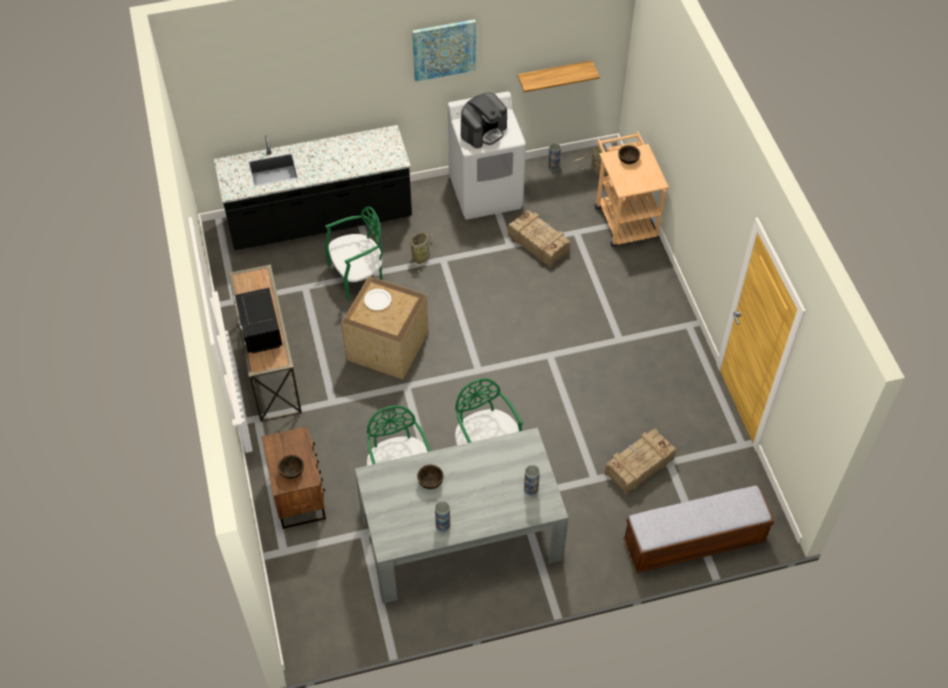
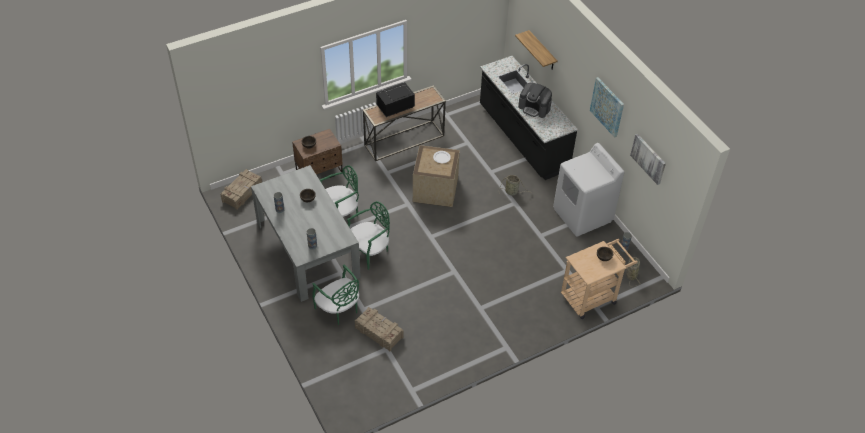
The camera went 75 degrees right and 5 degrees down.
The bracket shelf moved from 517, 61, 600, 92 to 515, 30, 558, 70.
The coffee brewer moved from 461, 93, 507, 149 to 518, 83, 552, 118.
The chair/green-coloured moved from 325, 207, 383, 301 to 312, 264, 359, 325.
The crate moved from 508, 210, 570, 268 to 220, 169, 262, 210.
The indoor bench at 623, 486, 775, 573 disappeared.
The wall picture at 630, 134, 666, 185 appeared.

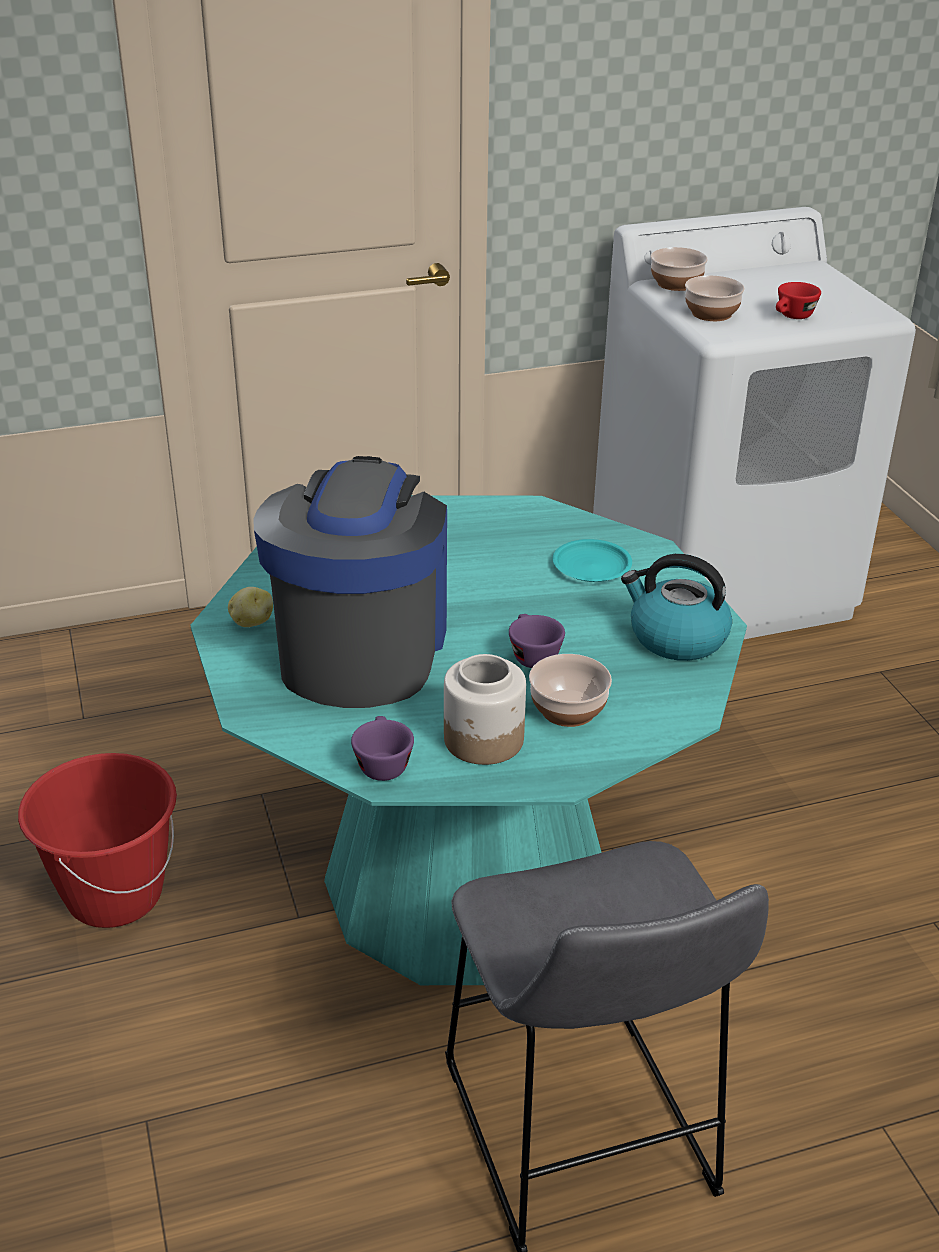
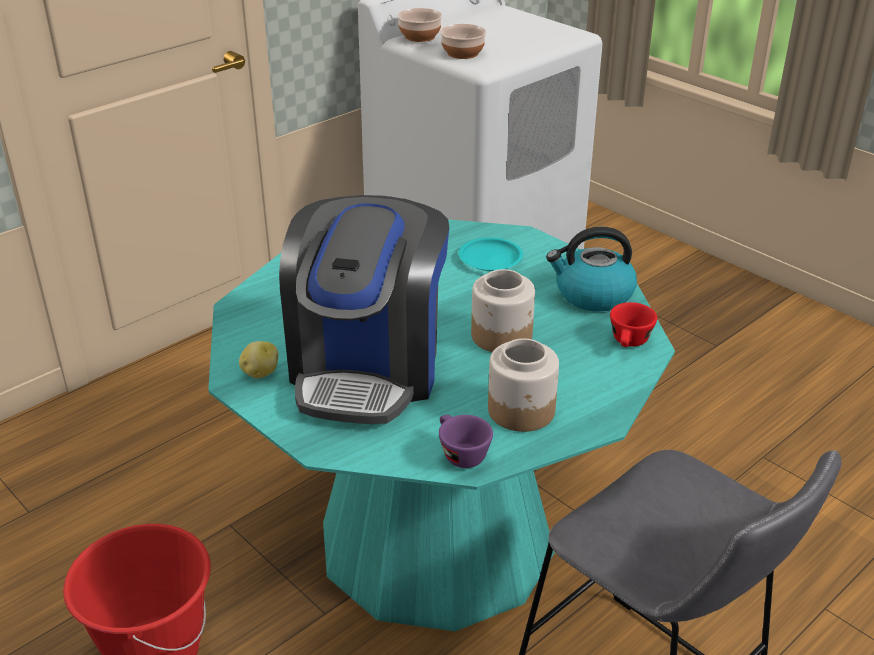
The camera went 25 degrees left and 0 degrees up.
The cup/red moved from 776, 282, 821, 319 to 610, 302, 657, 347.
The coffee brewer at 253, 456, 447, 708 turned 150 degrees counterclockwise.
The cup/purple-coloured at 509, 614, 565, 668 was replaced by the storage jar at 471, 269, 535, 352.
The bowl at 529, 654, 612, 727 disappeared.

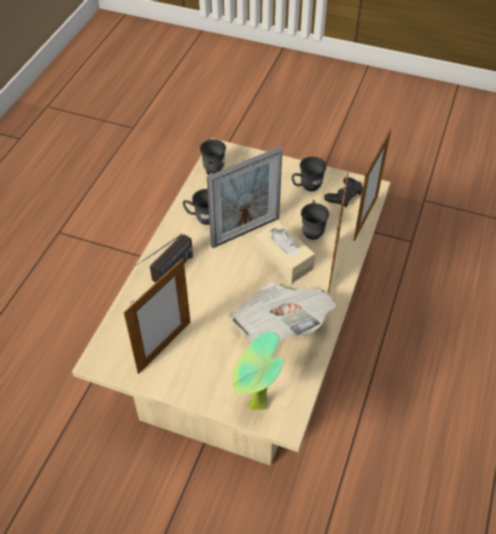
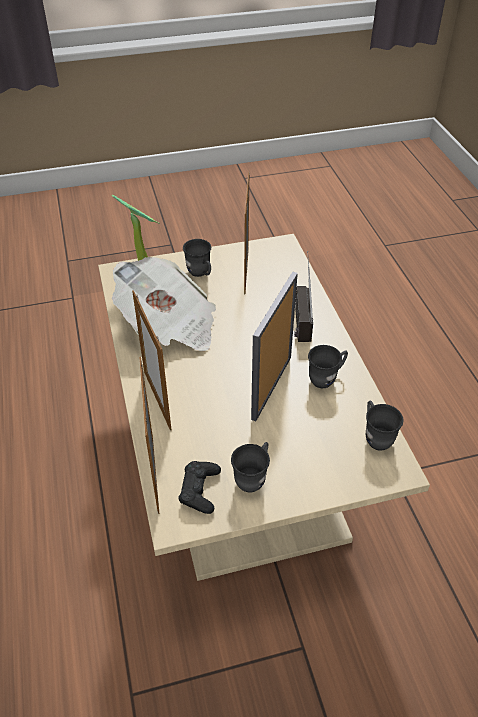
The camera went 145 degrees right and 5 degrees down.
The mug/greyish moved from 301, 200, 329, 240 to 183, 239, 211, 277.
The box of tissues/beige-coloured at 256, 221, 315, 284 disappeared.

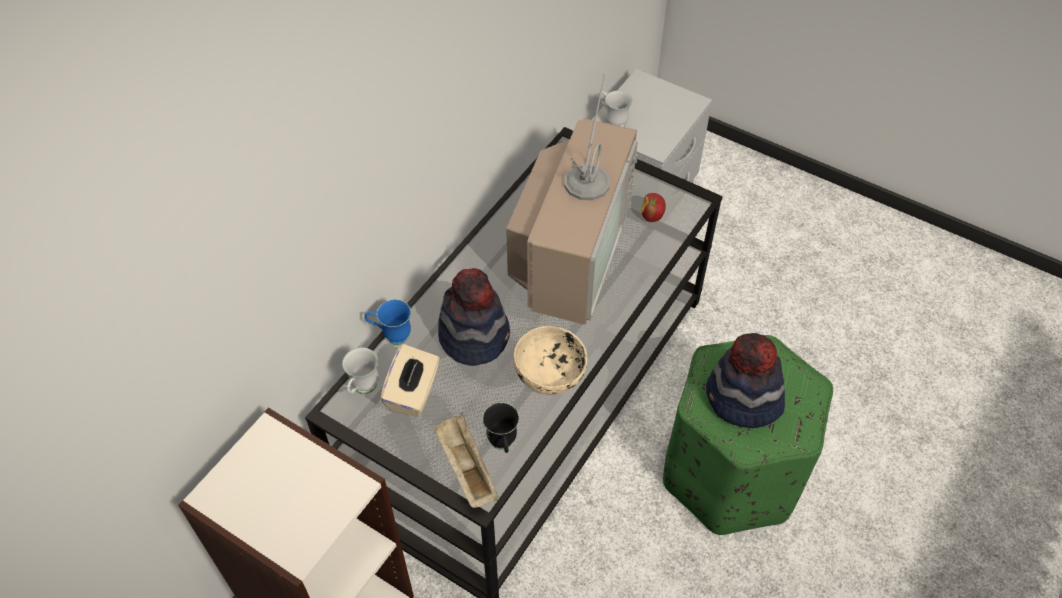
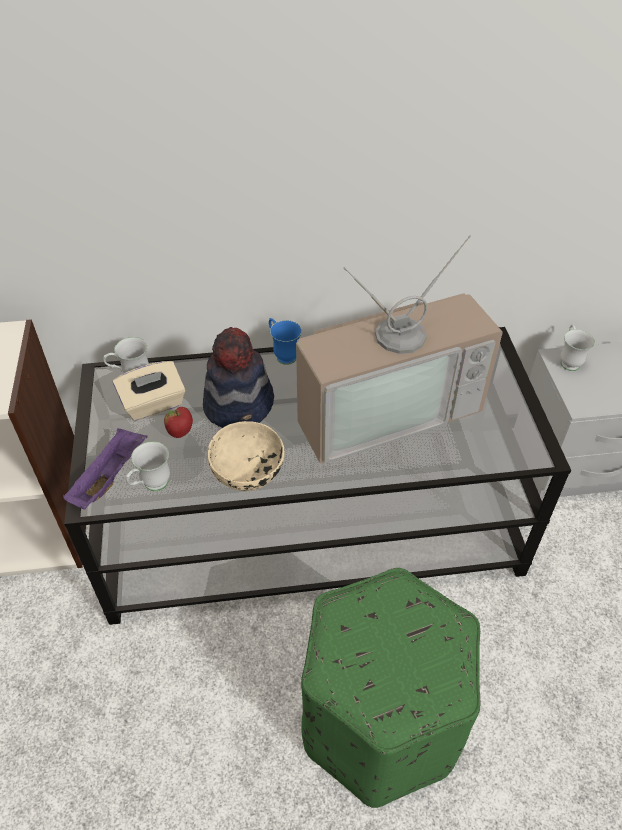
The camera went 50 degrees right and 5 degrees down.
The apple moved from 641, 193, 666, 222 to 164, 407, 193, 438.
The mug/bluish moved from 364, 299, 411, 345 to 269, 318, 302, 365.
The clothing hat at 706, 333, 785, 428 disappeared.
The mug/black at 482, 402, 519, 453 became the mug/whitish at 126, 441, 170, 491.
The serving tray/beige-coloured at 434, 413, 499, 508 became the serving tray/purple-coloured at 63, 428, 148, 510.

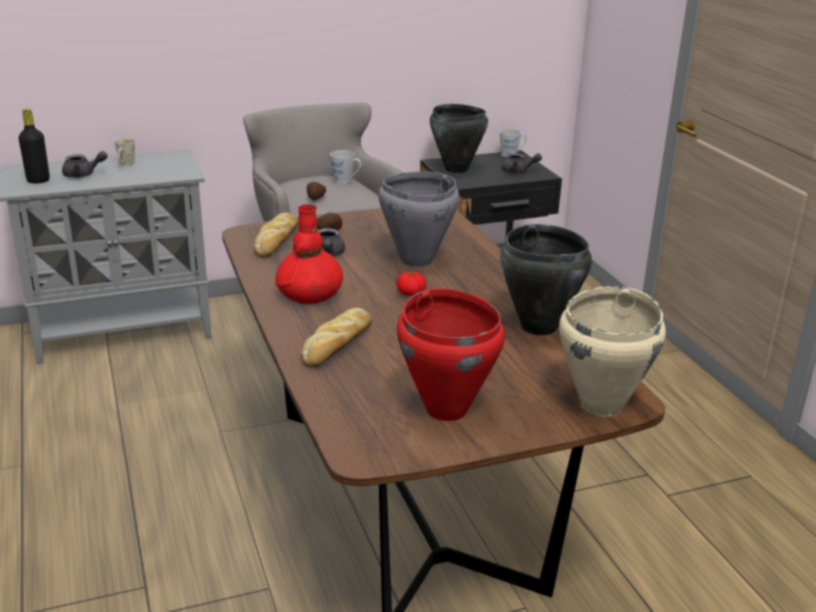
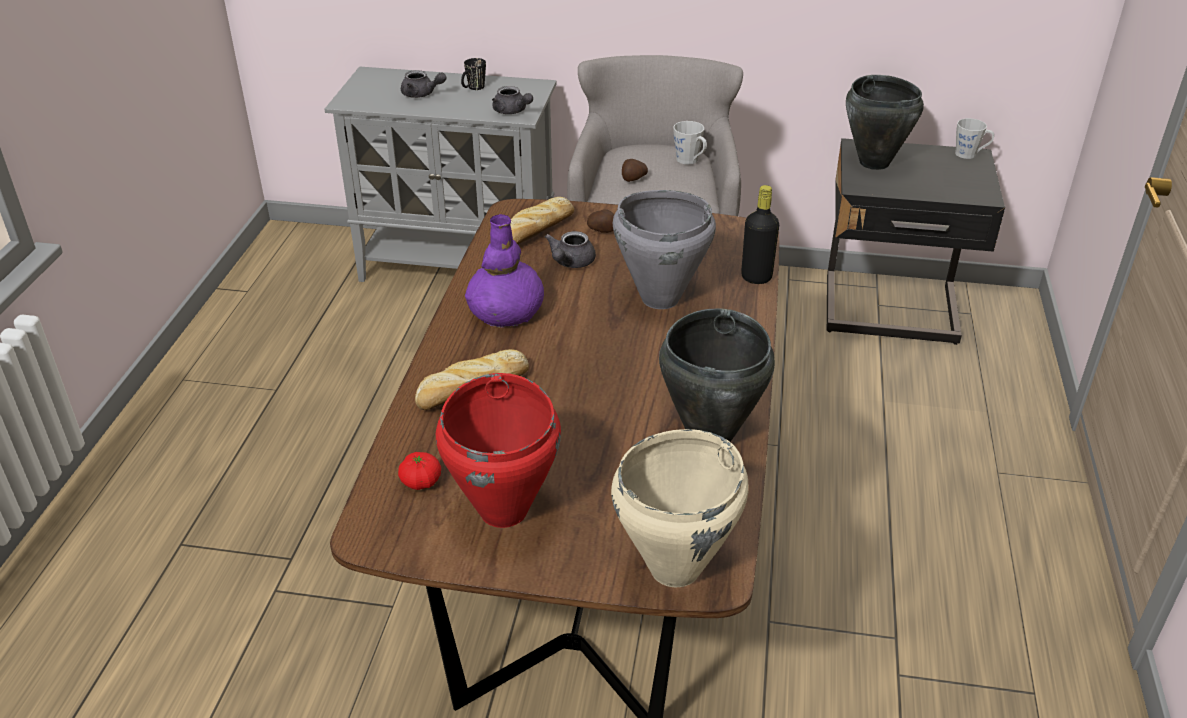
The camera went 30 degrees right and 10 degrees up.
The drink bottle/black moved from 18, 109, 50, 183 to 741, 185, 779, 284.
The mug/whitish at 115, 138, 135, 165 became the mug/black at 461, 58, 486, 90.
The teapot/greyish moved from 502, 153, 542, 173 to 492, 86, 533, 114.
The vase/red at 275, 205, 343, 305 became the vase/purple-coloured at 465, 214, 544, 327.
The tomato moved from 396, 272, 426, 296 to 398, 452, 441, 490.

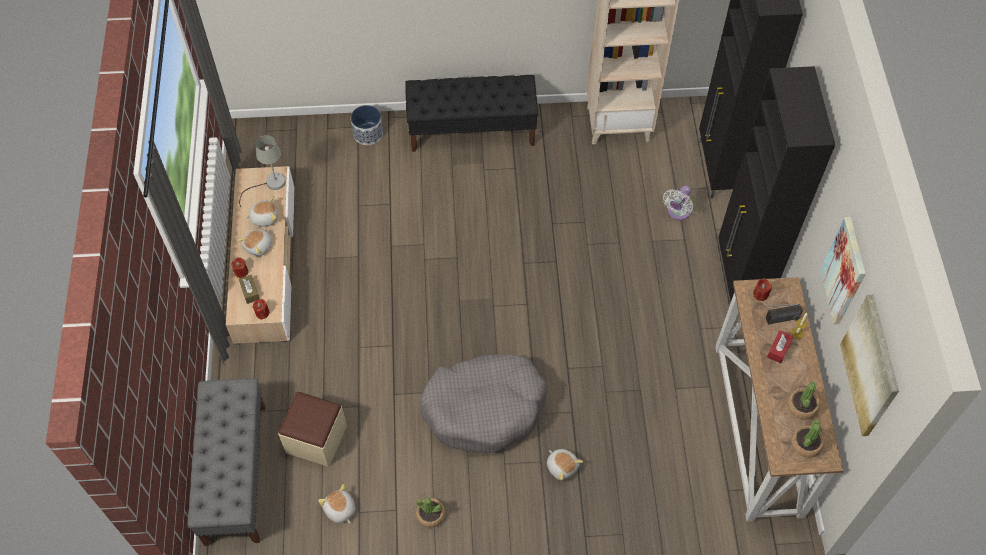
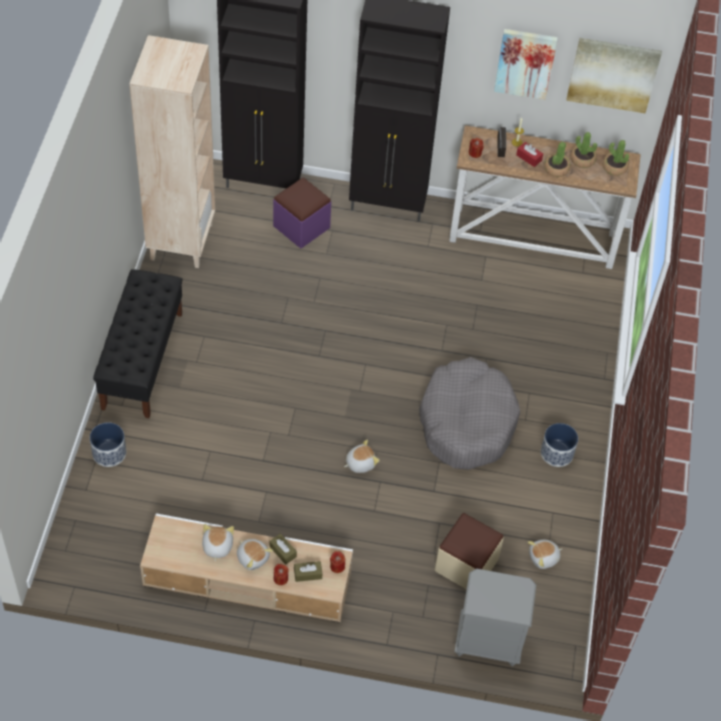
The camera went 80 degrees left and 5 degrees down.
The tabletop lamp/greyish at 239, 135, 286, 207 disappeared.
The electric fan/whitish at 663, 185, 693, 220 was replaced by the footrest/purple-coloured at 273, 178, 331, 248.
The indoor bench/greyish at 188, 378, 265, 546 was replaced by the bedside table/greyish at 454, 568, 536, 666.
The cuddly toy moved from 547, 449, 583, 480 to 344, 440, 380, 473.
The plant in a pot moved from 416, 497, 445, 528 to 544, 142, 570, 177.
The plant pot at 541, 423, 578, 467 appeared.
The box of tissues/brownish at 269, 533, 297, 565 appeared.

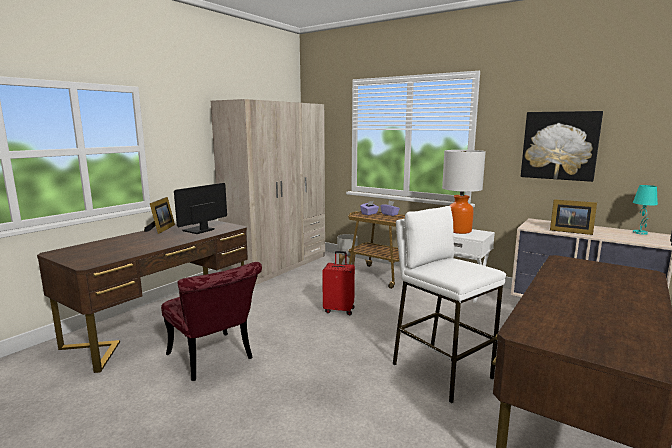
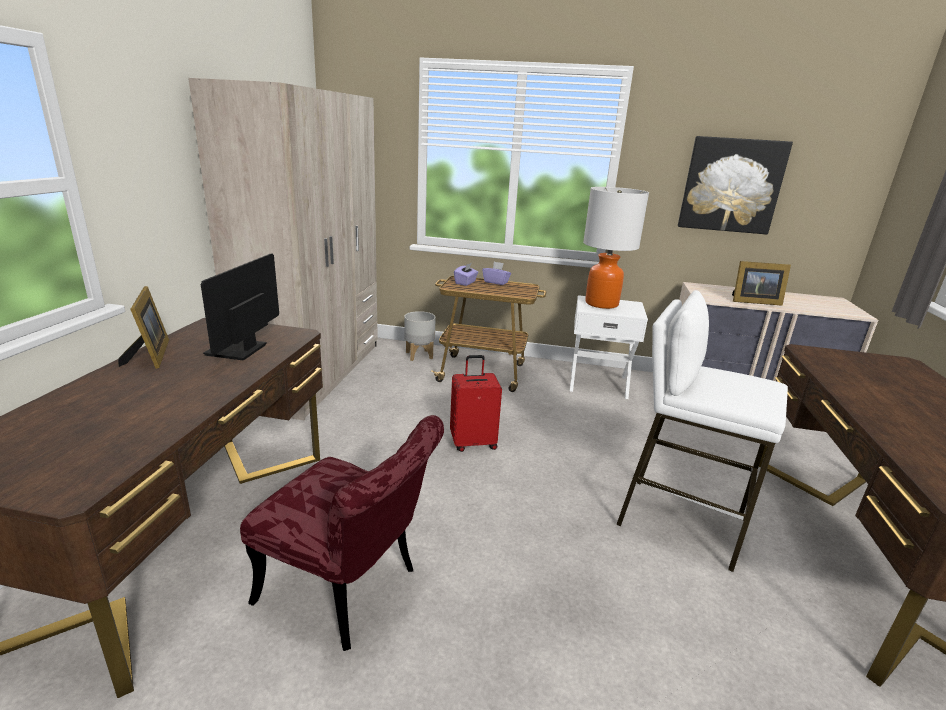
The camera went 25 degrees left and 10 degrees up.
The tabletop lamp/turquoise at 633, 185, 658, 235 disappeared.

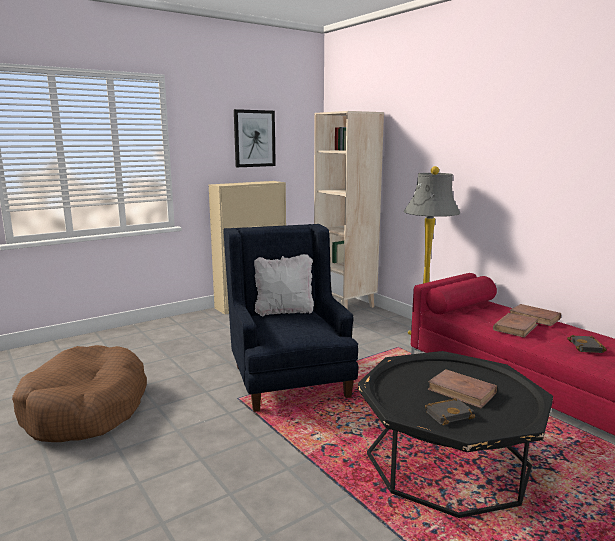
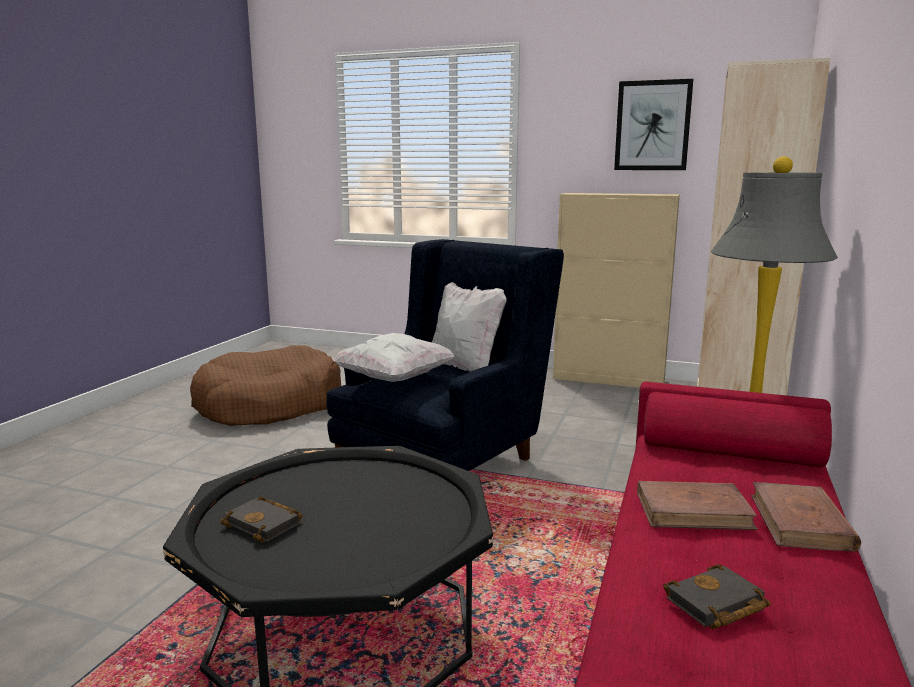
The camera went 55 degrees right and 0 degrees up.
The volume/brownish at 428, 369, 497, 408 disappeared.
The throw pillow/whitish at 333, 333, 454, 382 appeared.

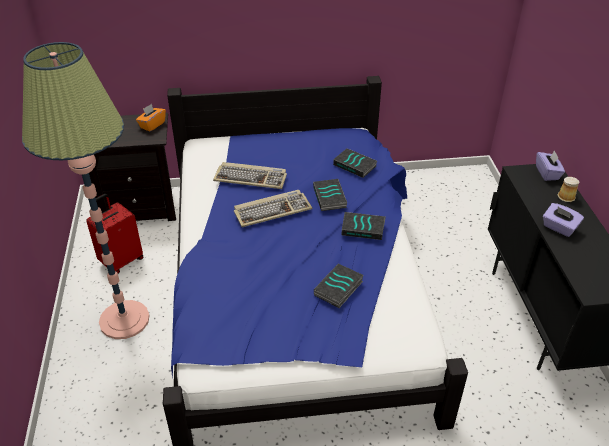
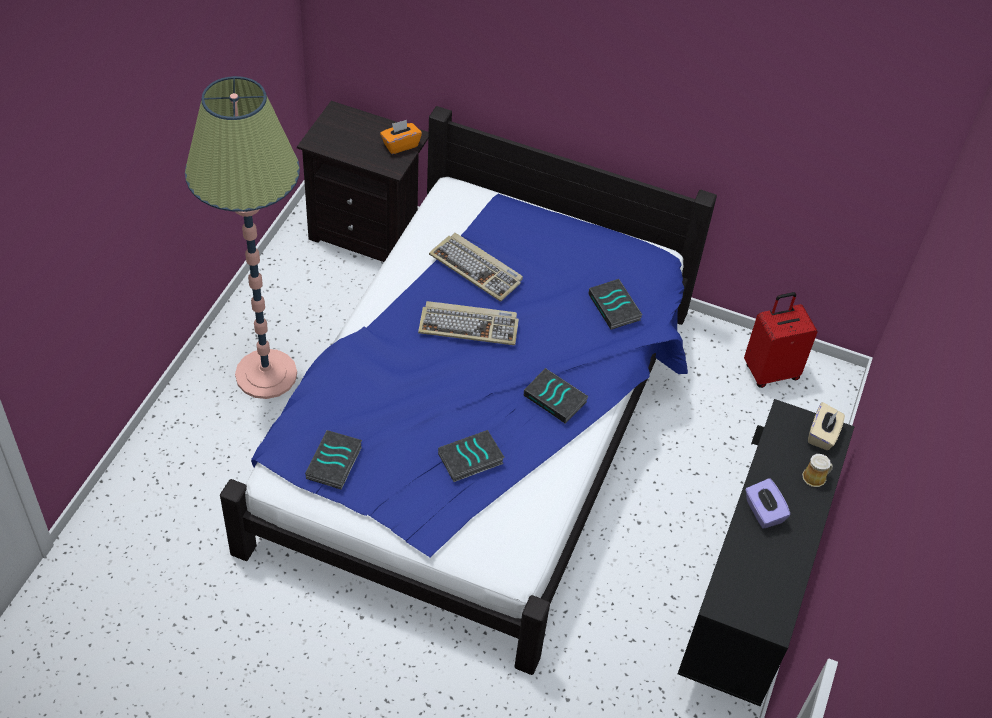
The camera went 25 degrees right and 10 degrees up.
The box of tissues/purple-coloured at 536, 150, 565, 181 became the box of tissues/beige-coloured at 808, 402, 845, 450.
The volume moved from 313, 179, 347, 211 to 305, 430, 362, 490.
The suitcase/red moved from 86, 194, 144, 273 to 744, 292, 818, 388.

